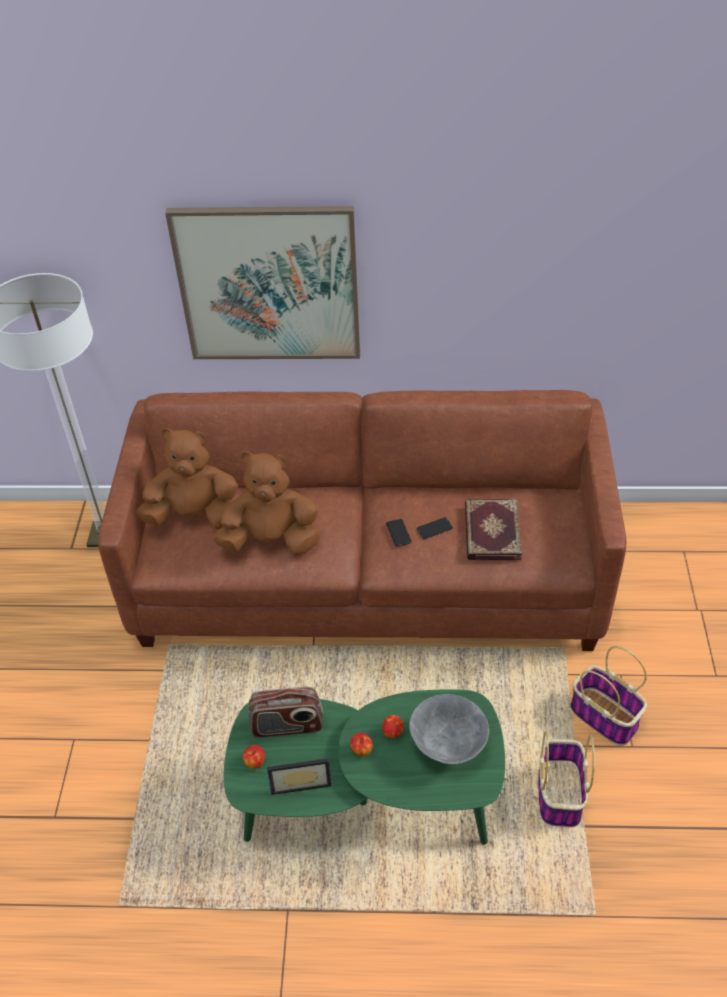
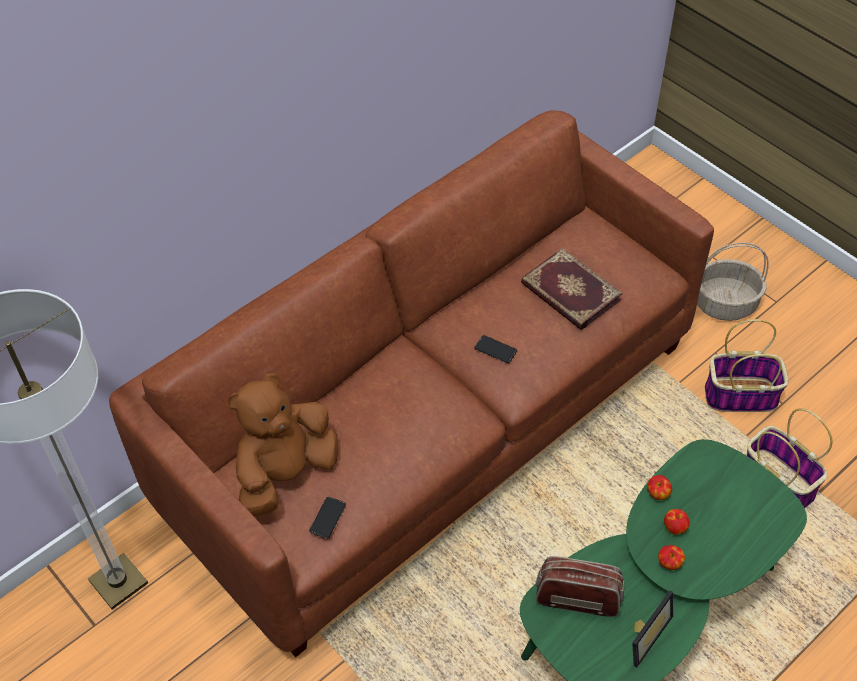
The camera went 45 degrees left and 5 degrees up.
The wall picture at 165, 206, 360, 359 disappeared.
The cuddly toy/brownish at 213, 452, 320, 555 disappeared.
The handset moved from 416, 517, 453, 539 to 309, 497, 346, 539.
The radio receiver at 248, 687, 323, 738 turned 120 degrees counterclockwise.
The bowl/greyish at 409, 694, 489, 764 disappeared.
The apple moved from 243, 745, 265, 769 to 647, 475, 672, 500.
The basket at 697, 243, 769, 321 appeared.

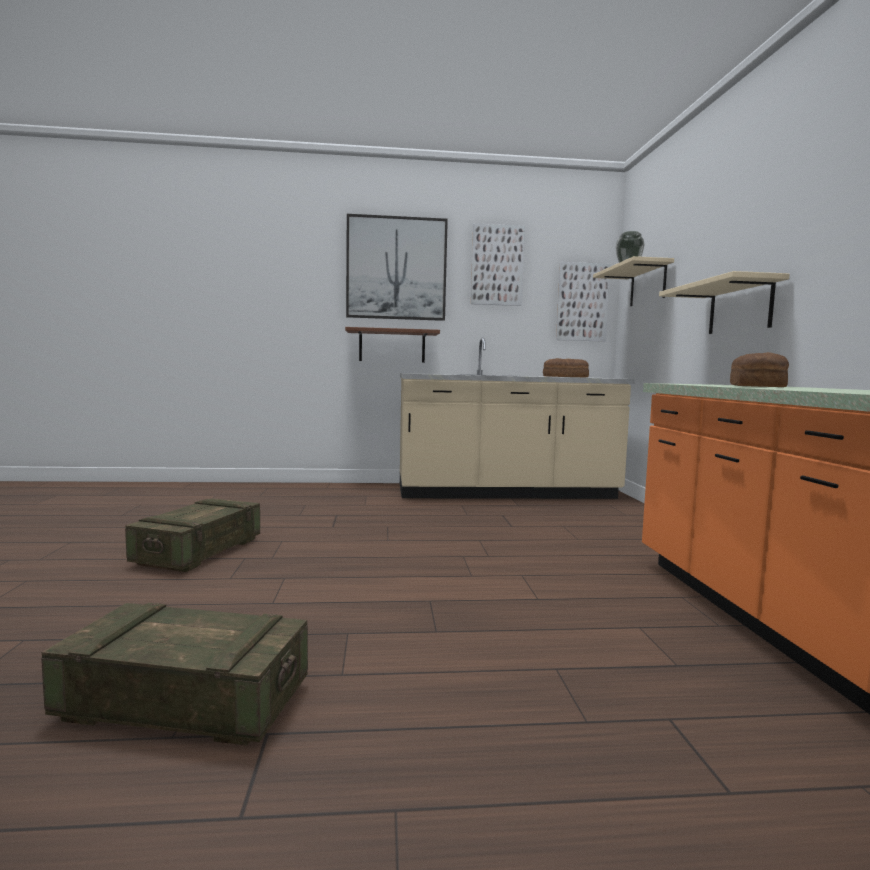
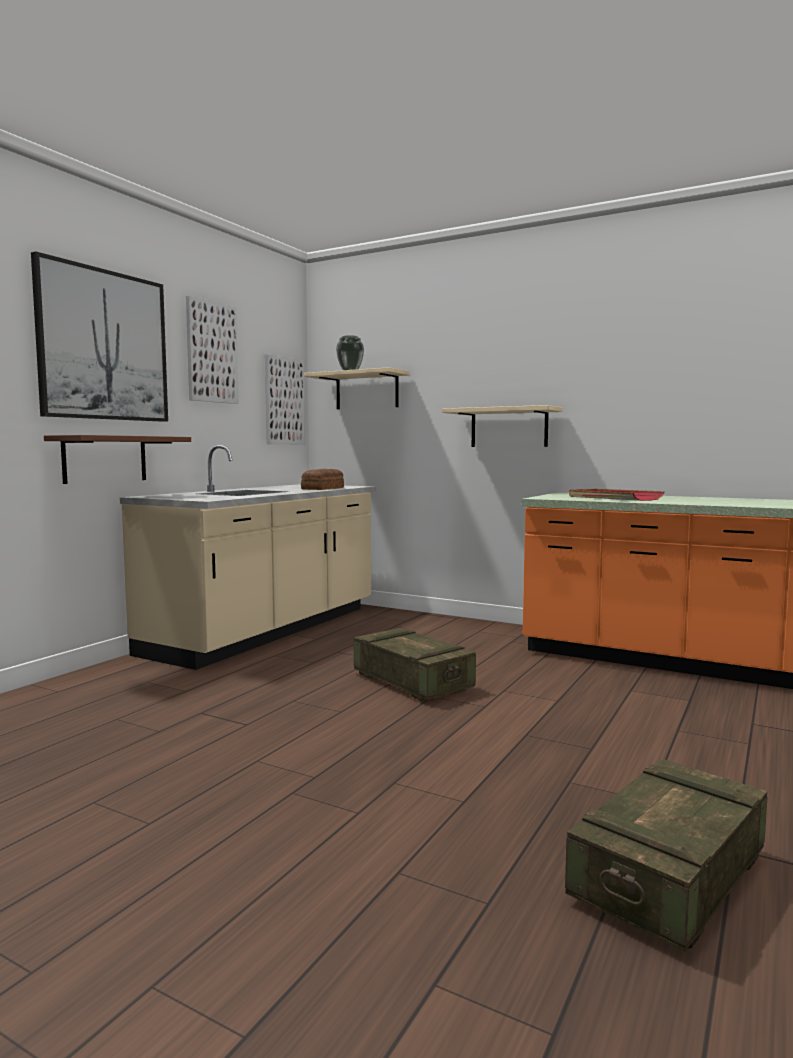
The camera went 55 degrees left and 0 degrees up.
The bread at 730, 352, 789, 387 was replaced by the serving tray/red at 569, 489, 665, 501.
The crate moved from 125, 498, 260, 572 to 354, 628, 476, 703.

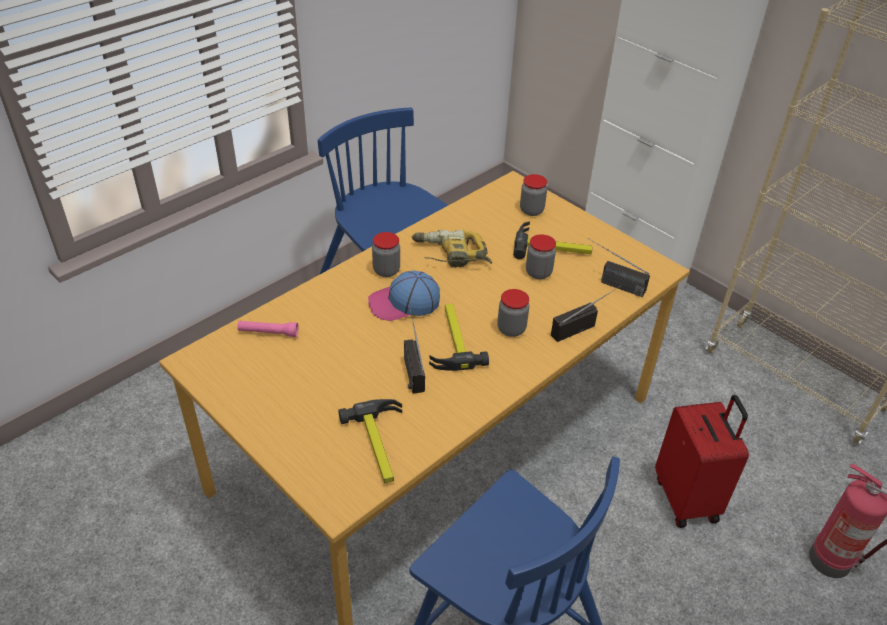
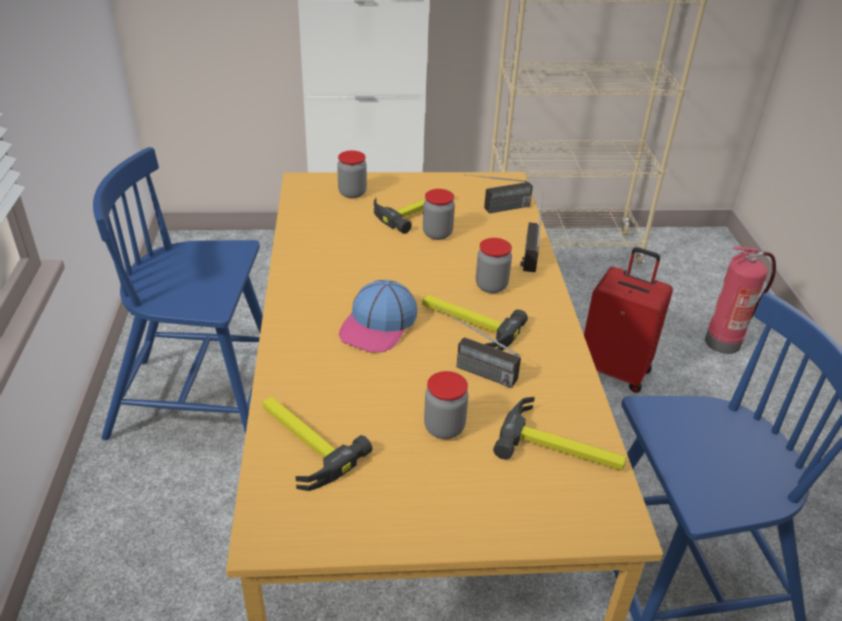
The camera went 50 degrees left and 5 degrees down.
The power drill at 412, 230, 492, 268 disappeared.
The storage jar moved from 372, 232, 400, 277 to 424, 371, 468, 439.
The hand torch/pink at 237, 321, 298, 337 was replaced by the hammer at 262, 397, 372, 491.

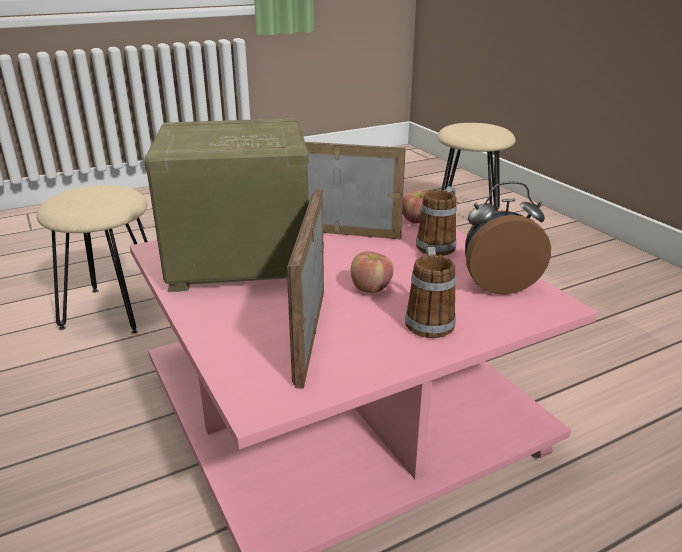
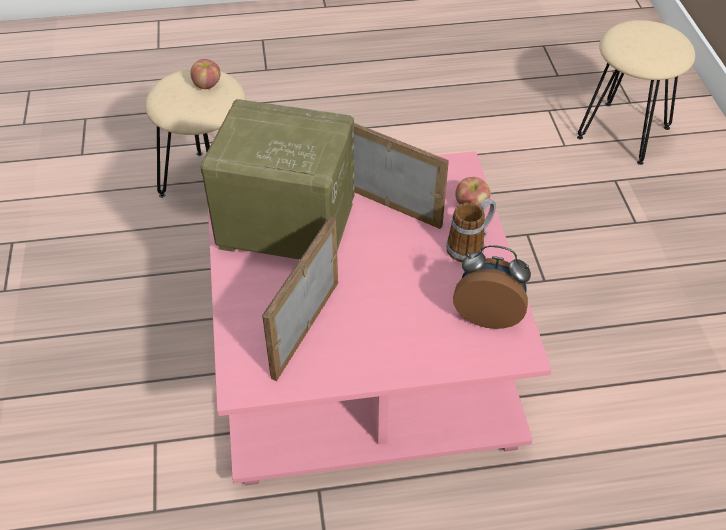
The camera went 20 degrees right and 20 degrees up.
The mug at 405, 247, 456, 338 disappeared.
The apple moved from 351, 251, 393, 293 to 190, 59, 221, 89.

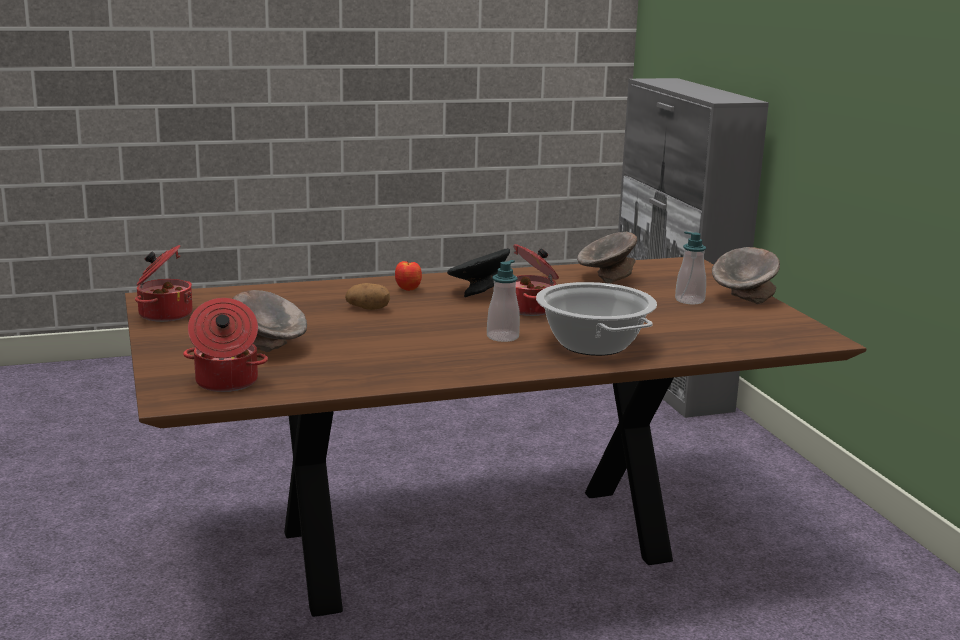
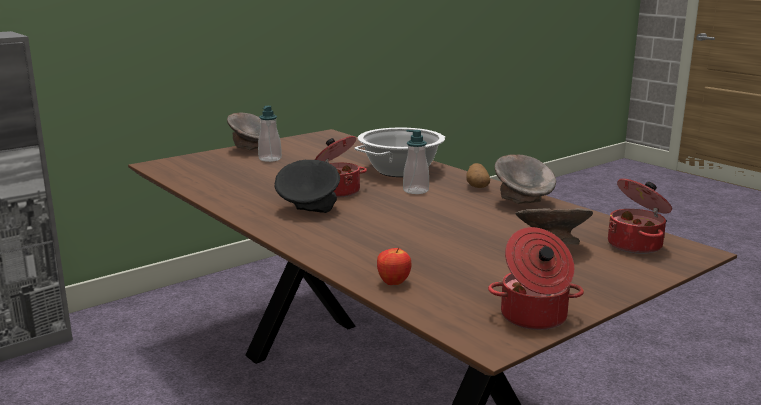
The camera went 110 degrees left and 0 degrees up.
The bowl/greyish moved from 577, 232, 637, 284 to 494, 154, 556, 204.
The apple moved from 395, 261, 422, 291 to 377, 248, 411, 285.
The whole potato moved from 345, 283, 390, 310 to 466, 163, 490, 188.

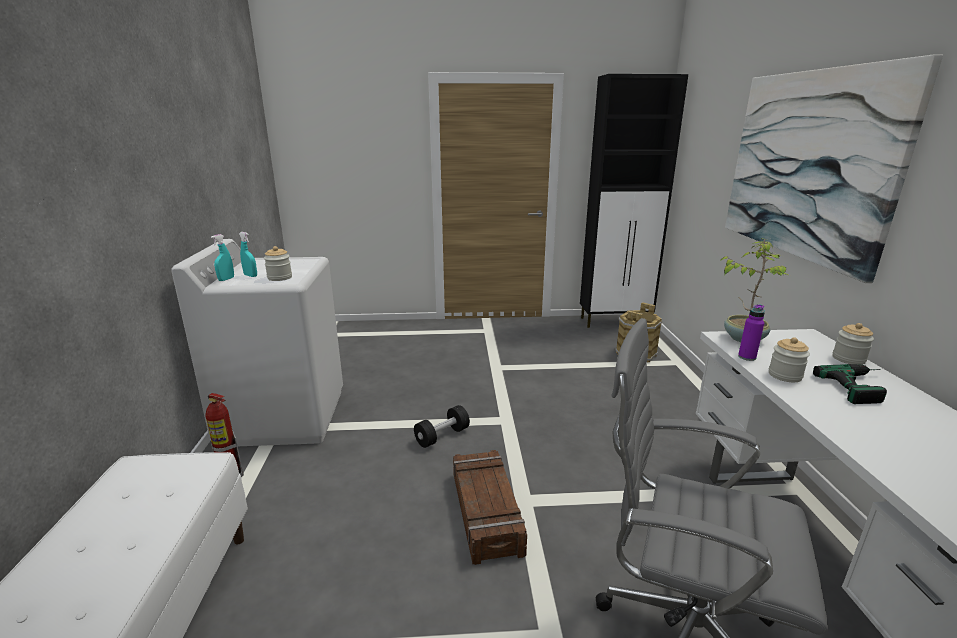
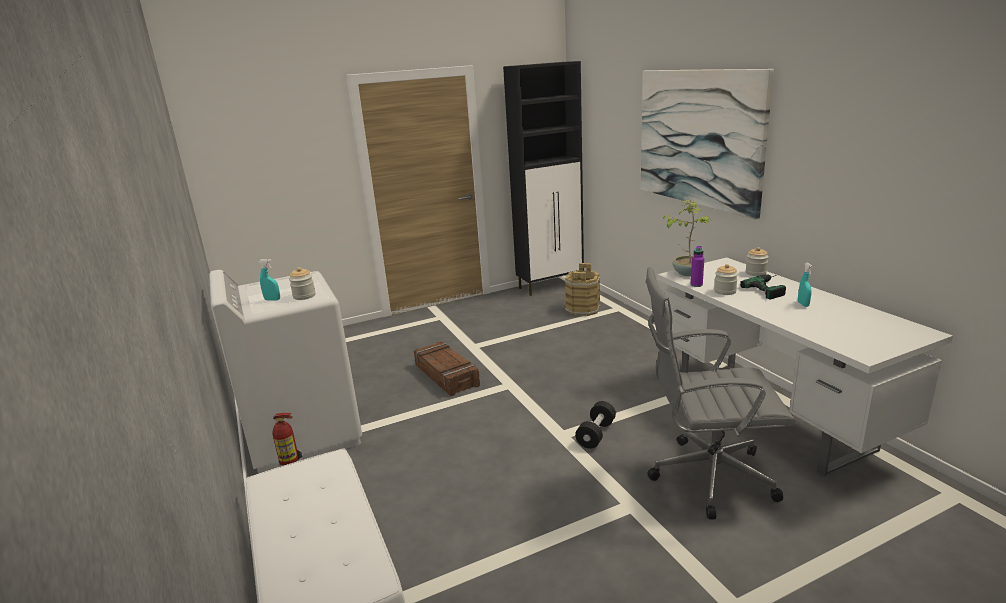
The camera went 20 degrees left and 0 degrees up.
The sprayer/turquoise moved from 211, 234, 234, 281 to 798, 263, 813, 307.
The hand weight/black moved from 414, 405, 470, 448 to 575, 401, 616, 449.
The crate moved from 453, 450, 527, 565 to 414, 342, 480, 396.

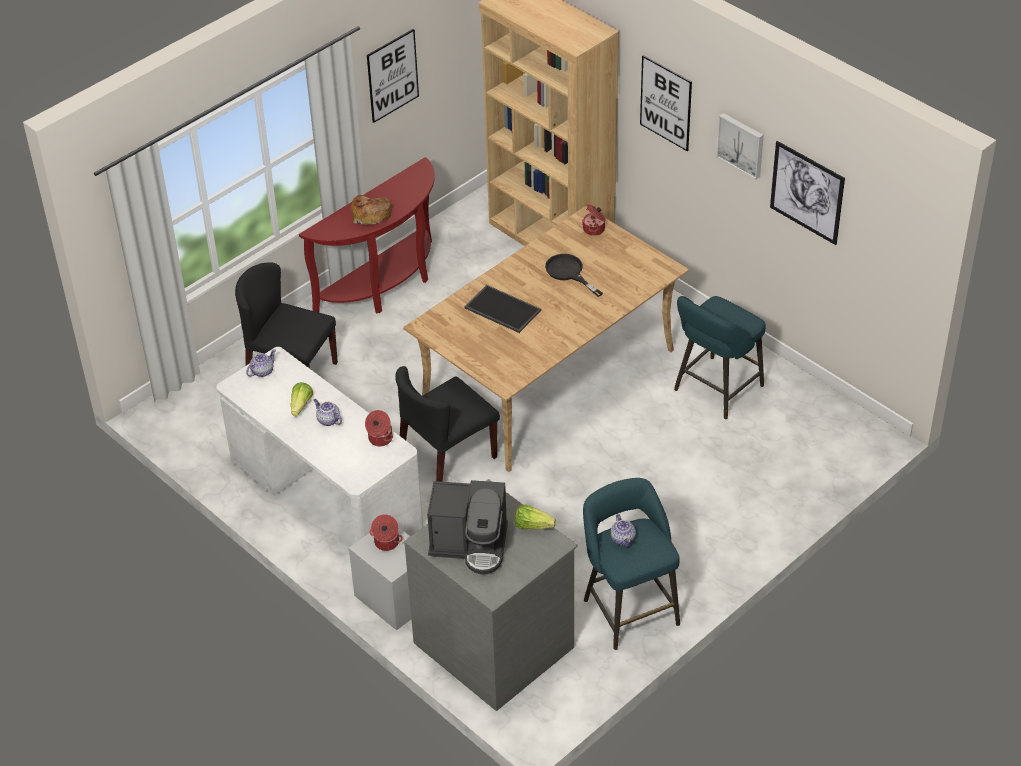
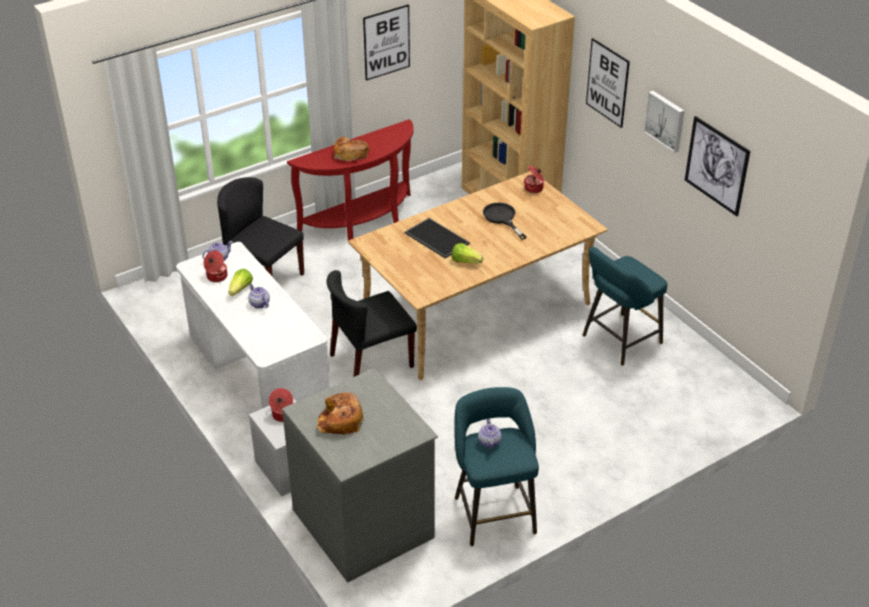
The camera went 10 degrees right and 5 degrees down.
The cooking pot moved from 365, 410, 393, 446 to 204, 250, 227, 282.
The coffee brewer at 427, 480, 508, 575 was replaced by the bread at 317, 392, 363, 435.
The head of lettuce moved from 515, 504, 556, 529 to 451, 243, 484, 264.

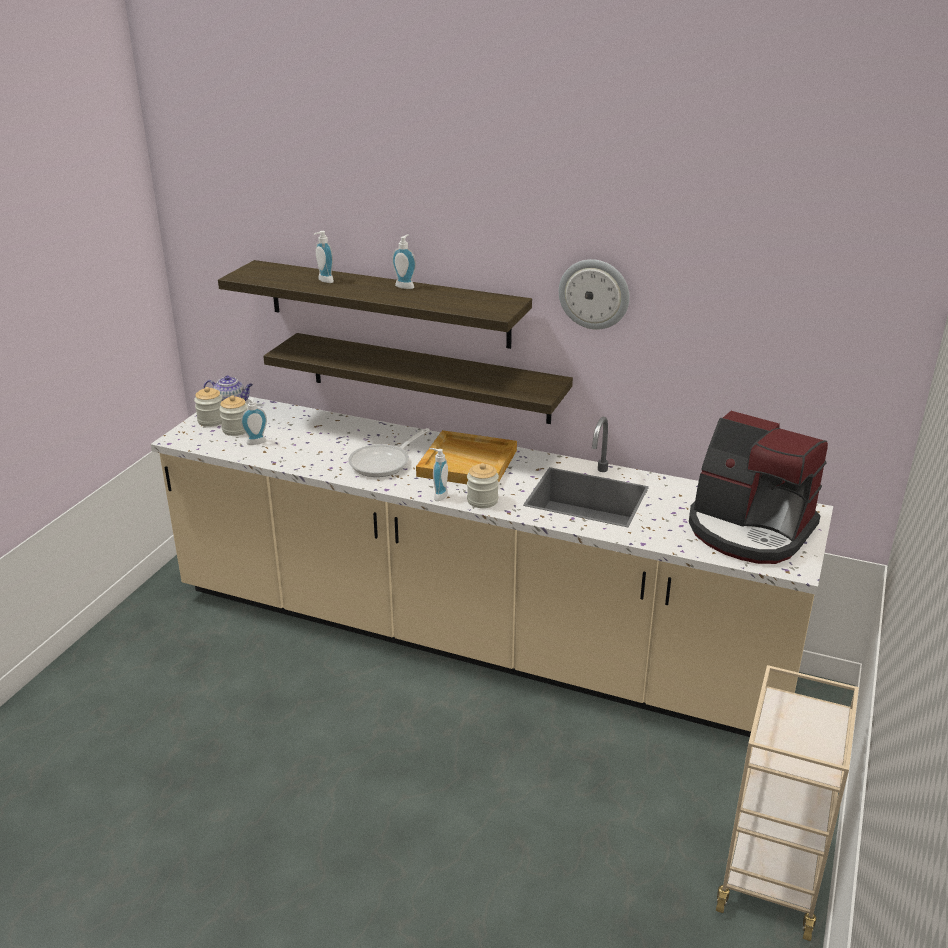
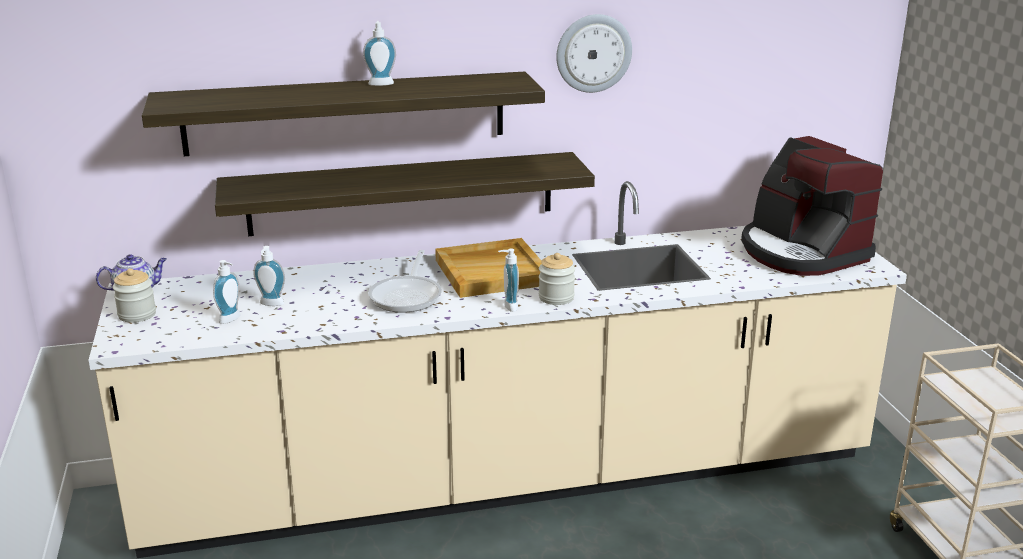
The camera went 35 degrees left and 5 degrees down.
The soap bottle moved from 314, 231, 334, 283 to 253, 246, 285, 306.
The storage jar at 219, 395, 248, 436 disappeared.
The coffee brewer at 689, 411, 828, 564 turned 60 degrees clockwise.

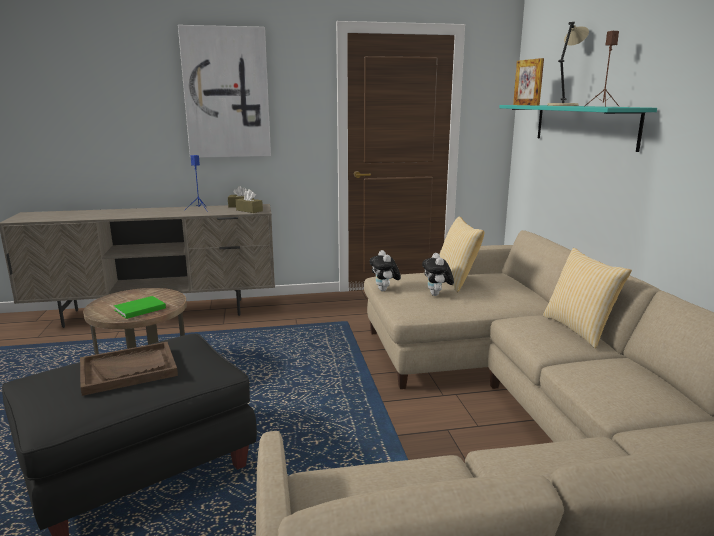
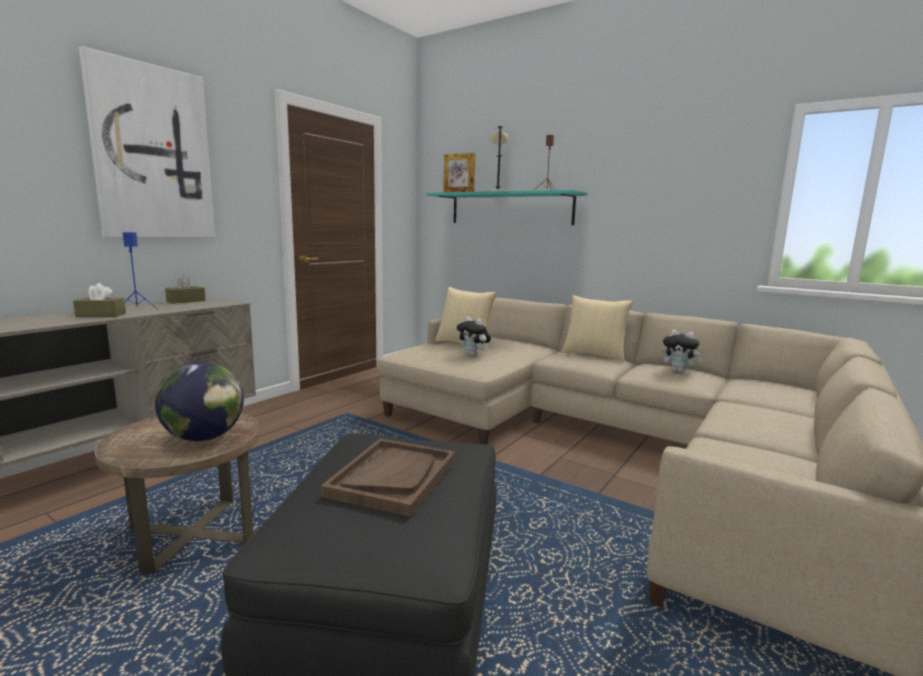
The camera went 45 degrees left and 5 degrees down.
The box of tissues/brownish moved from 236, 189, 263, 213 to 73, 283, 126, 317.
The cuddly toy moved from 369, 250, 401, 291 to 662, 330, 703, 373.
The volume/green-coloured at 114, 296, 166, 319 was replaced by the desk globe at 155, 362, 244, 441.

